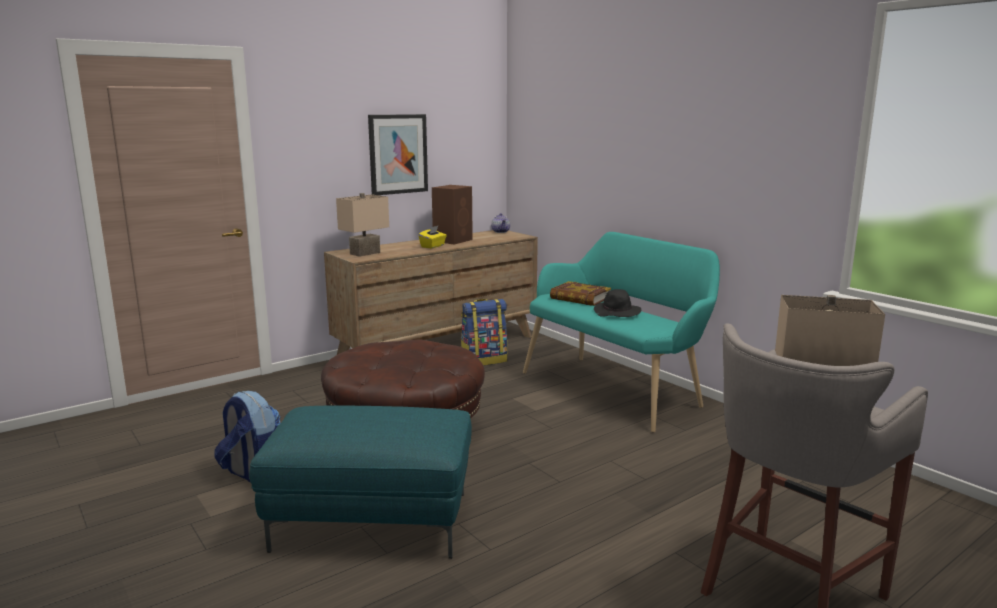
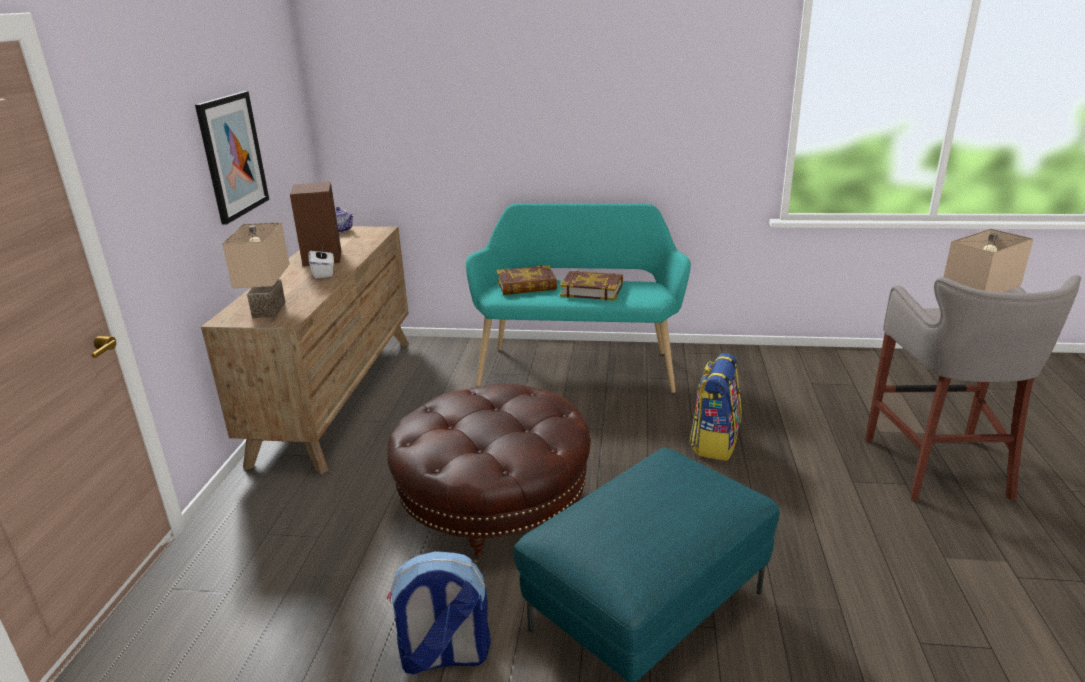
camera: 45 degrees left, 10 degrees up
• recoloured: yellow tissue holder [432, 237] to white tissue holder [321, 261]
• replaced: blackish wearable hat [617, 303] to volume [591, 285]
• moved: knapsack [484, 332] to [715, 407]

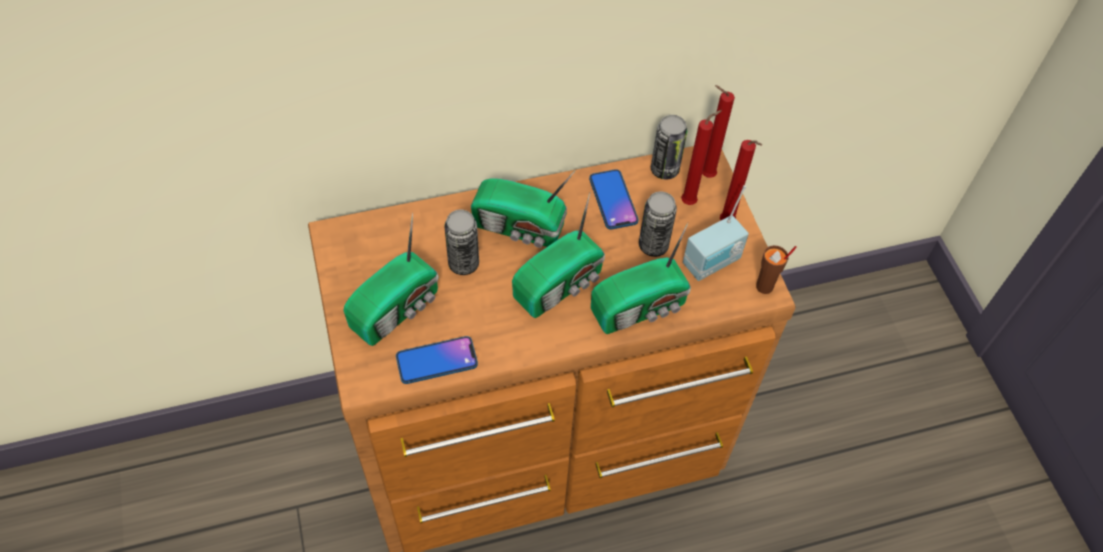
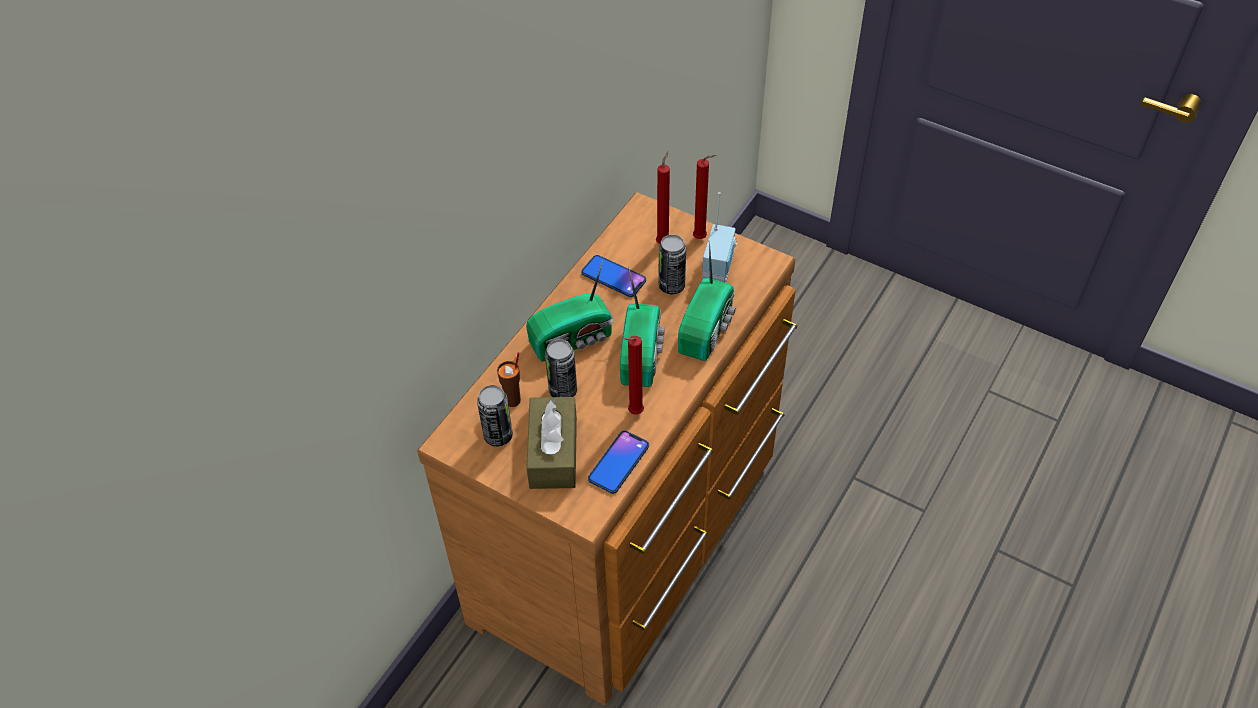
camera: 40 degrees left, 5 degrees down
• moved: can [669, 147] to [495, 416]
• moved: brown-coloured cup [776, 269] to [509, 379]
• replaced: radio set [390, 279] to brown-coloured tissue holder [551, 443]
• moved: red wax candle [718, 131] to [633, 375]

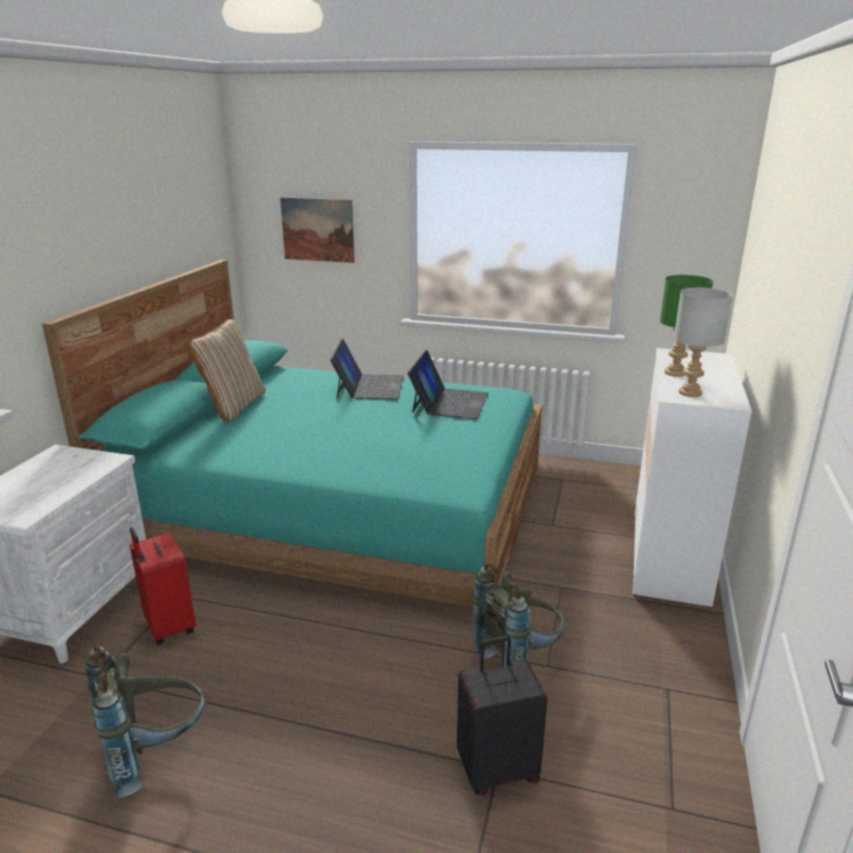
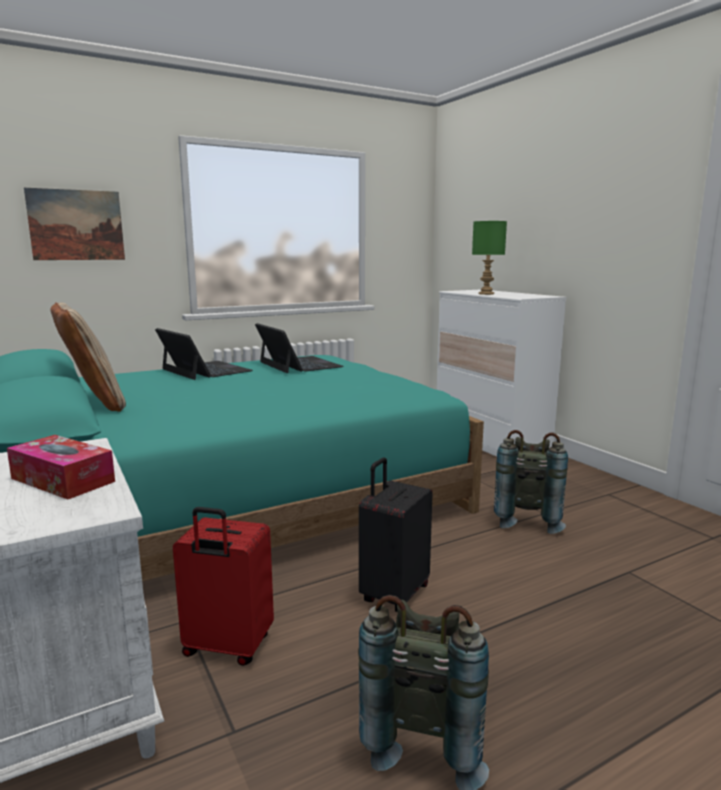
camera: 45 degrees left, 10 degrees down
• added: tissue holder [61, 467]
• moved: blackish suitcase [502, 715] to [396, 534]
• removed: greyish tabletop lamp [703, 342]

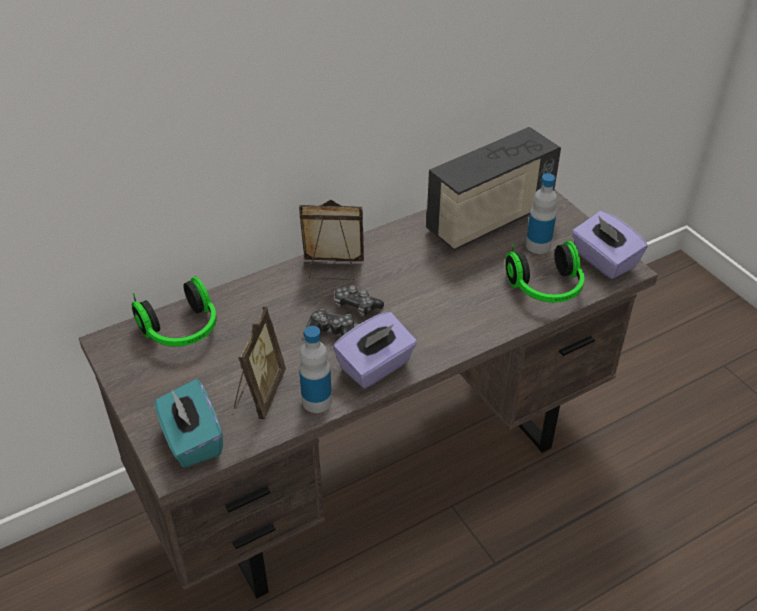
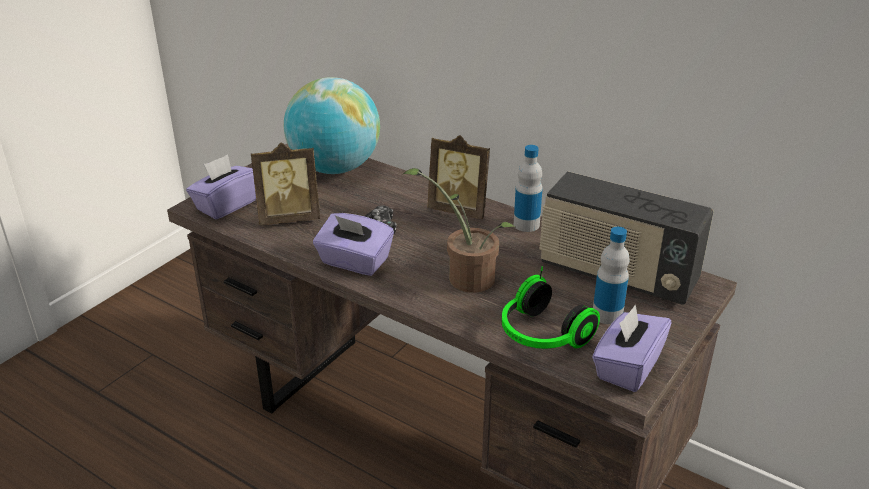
camera: 65 degrees right, 10 degrees down
• recoloured: turquoise-coloured tissue holder [189, 423] to purple tissue holder [221, 186]
• replaced: headphones [174, 311] to world globe [332, 125]
• added: potted plant [458, 230]
• turned: picture frame [331, 240] = [458, 177] 135 degrees clockwise
• moved: bottle [315, 369] to [528, 188]
• removed: gamepad [359, 301]

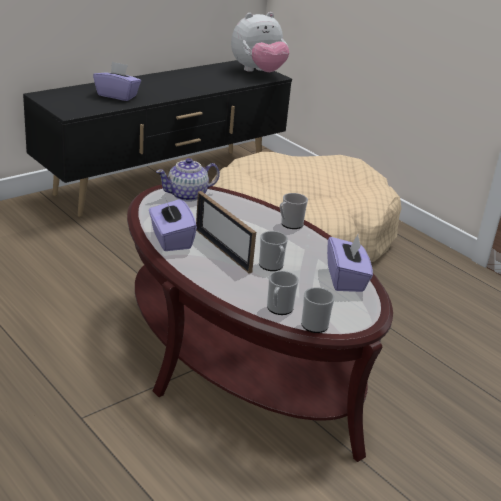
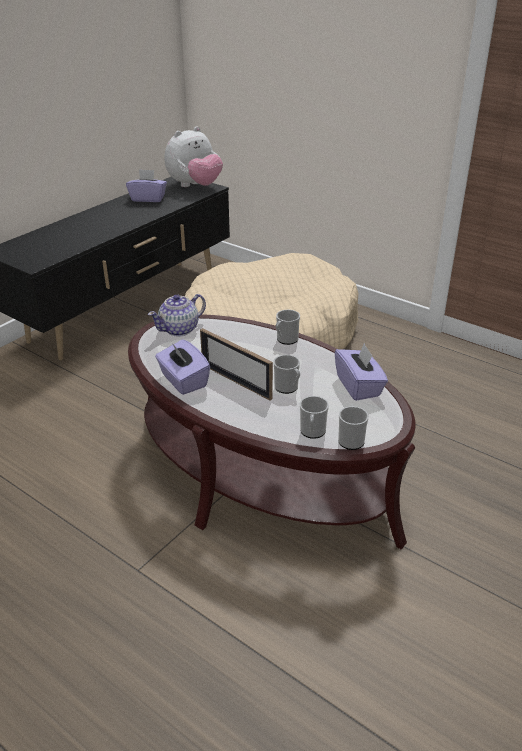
camera: 10 degrees left, 5 degrees up
• moved: purple tissue holder [117, 81] to [146, 185]

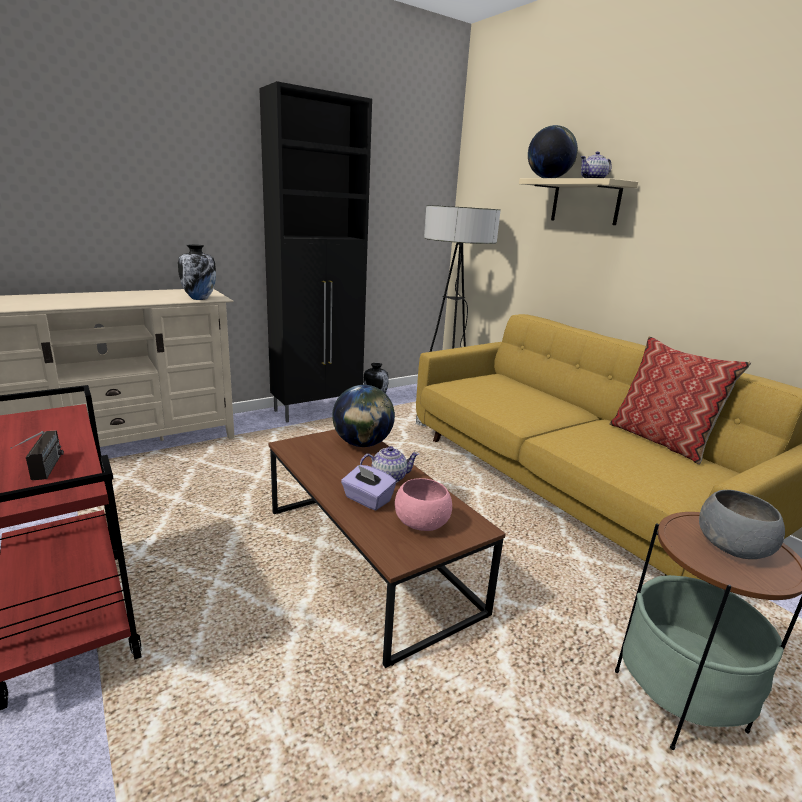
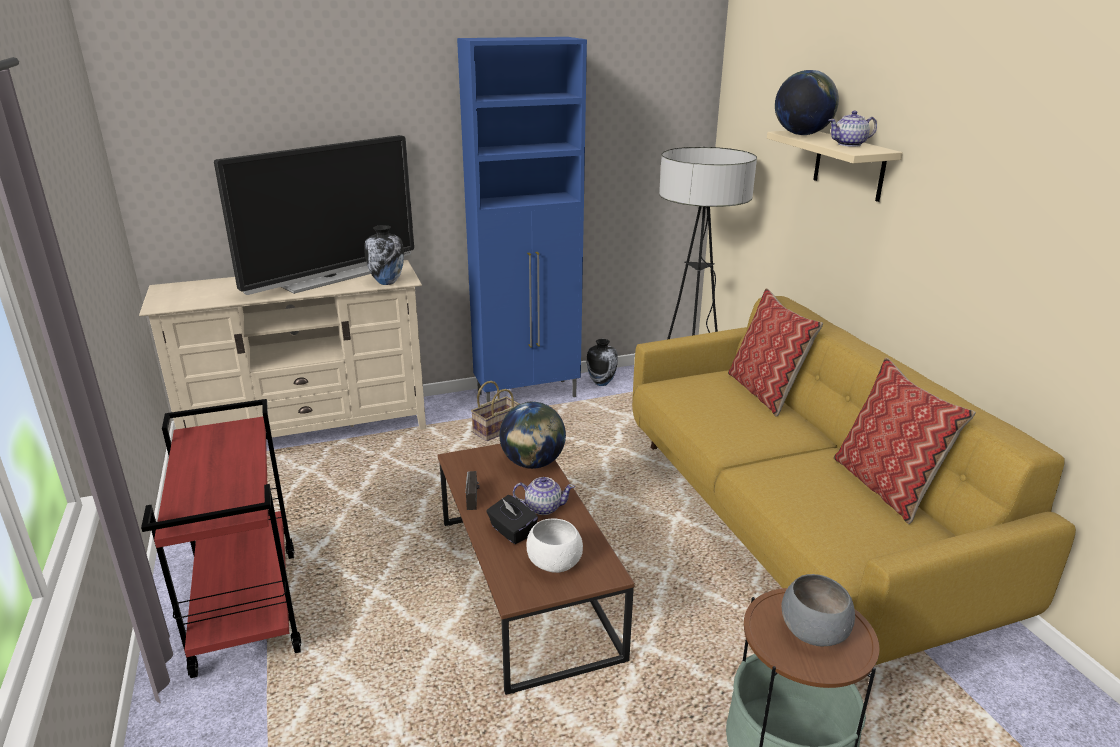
camera: 15 degrees right, 5 degrees up
• added: TV set [314, 215]
• recoloured: blackish storage cabinet [315, 252] to blue storage cabinet [522, 219]
• moved: radio set [37, 455] to [472, 490]
• added: household basket [495, 411]
• recoloured: purple tissue holder [368, 487] to blackish tissue holder [512, 519]
• recoloured: pink serving bowl [423, 504] to white serving bowl [555, 545]
• added: throw pillow [775, 352]

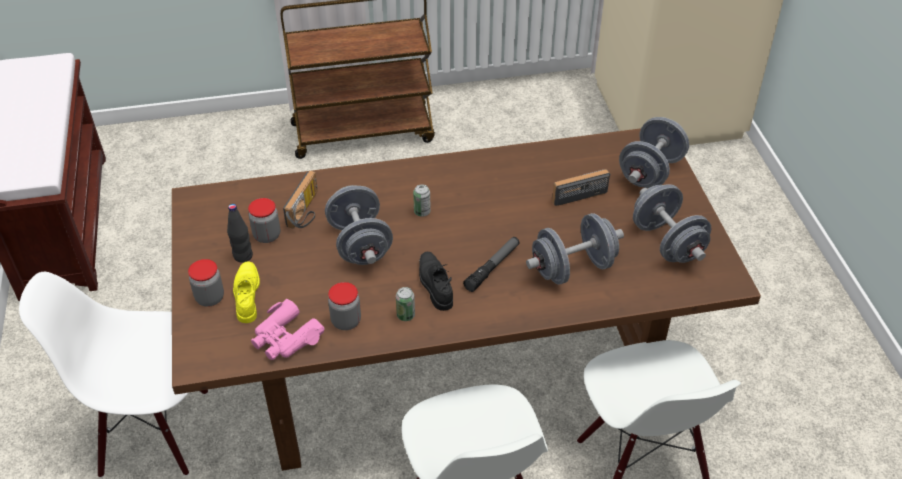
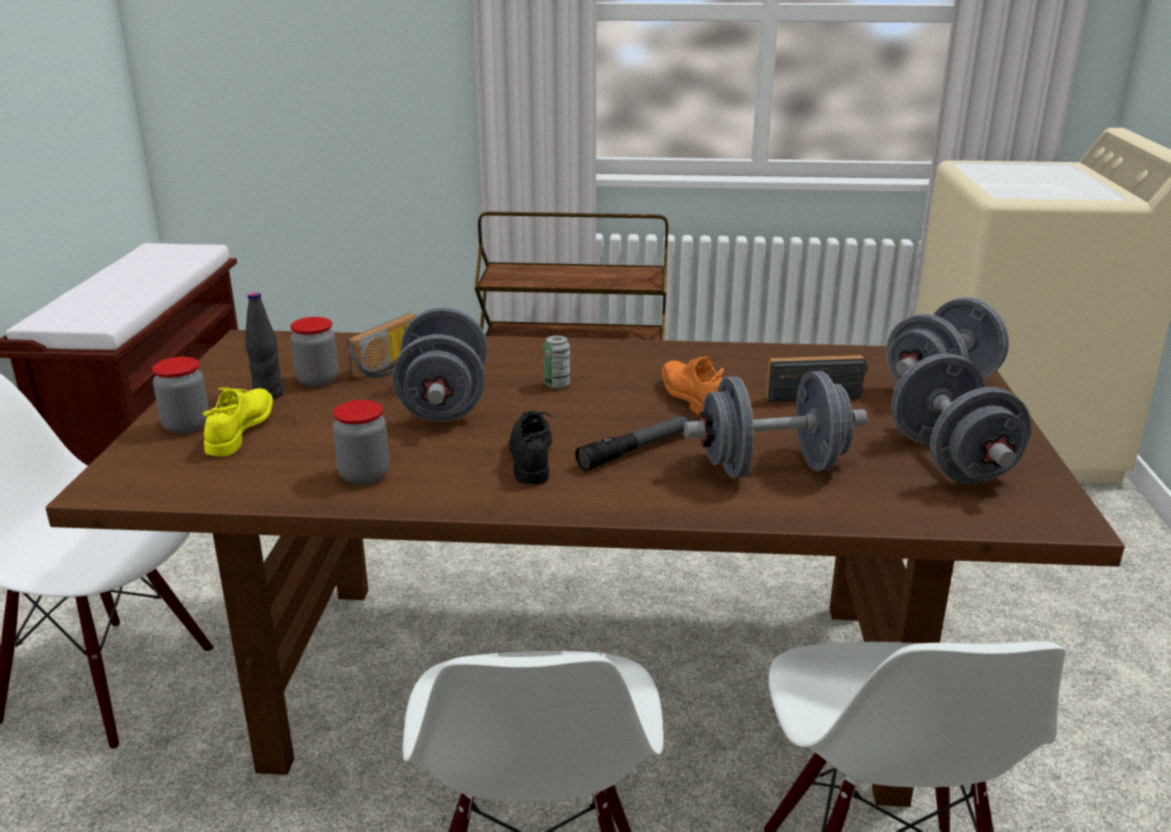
camera: 15 degrees right, 20 degrees down
• added: orange-coloured low shoe [692, 385]
• removed: pink binoculars [288, 329]
• removed: can [405, 304]

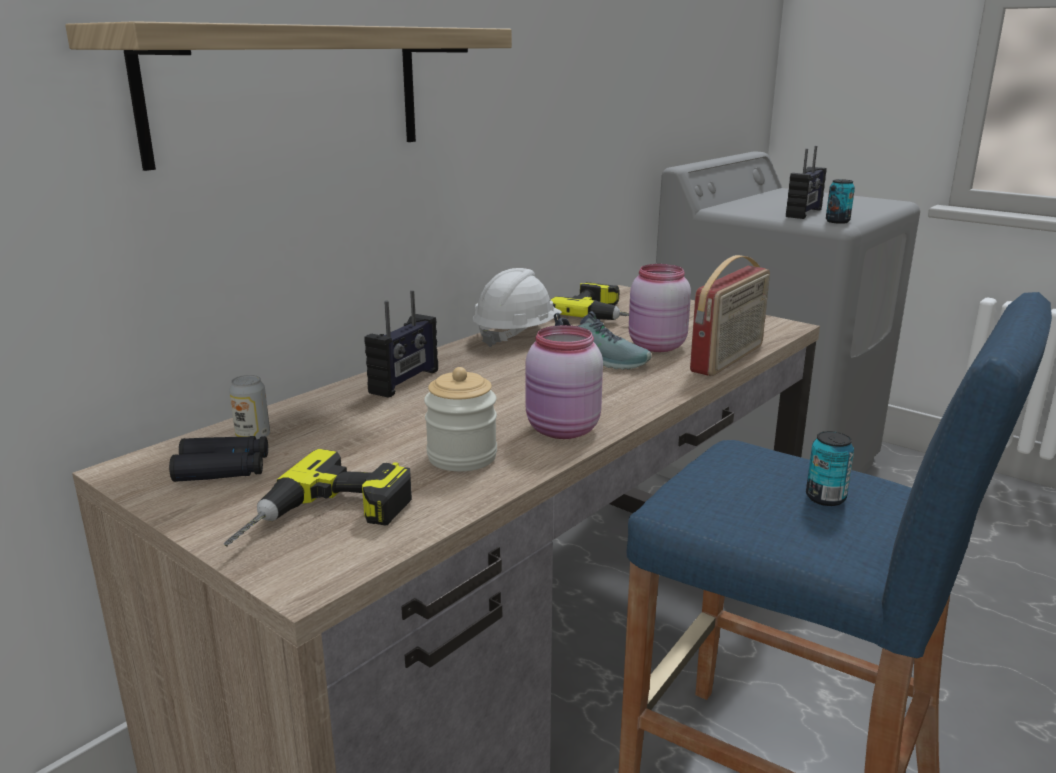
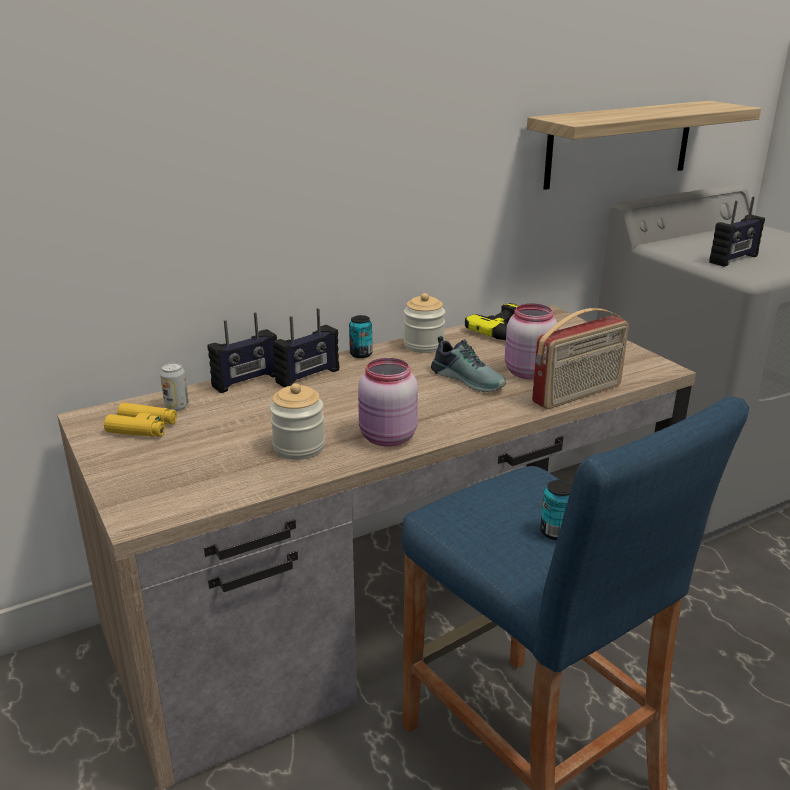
camera: 20 degrees right, 5 degrees up
• recoloured: blackish binoculars [218, 459] to yellow binoculars [140, 420]
• added: radio set [242, 353]
• moved: can [840, 201] to [360, 336]
• replaced: white work helmet [517, 307] to preserve jar [424, 323]
• moved: shelf [288, 96] to [644, 145]
• removed: power drill [317, 498]

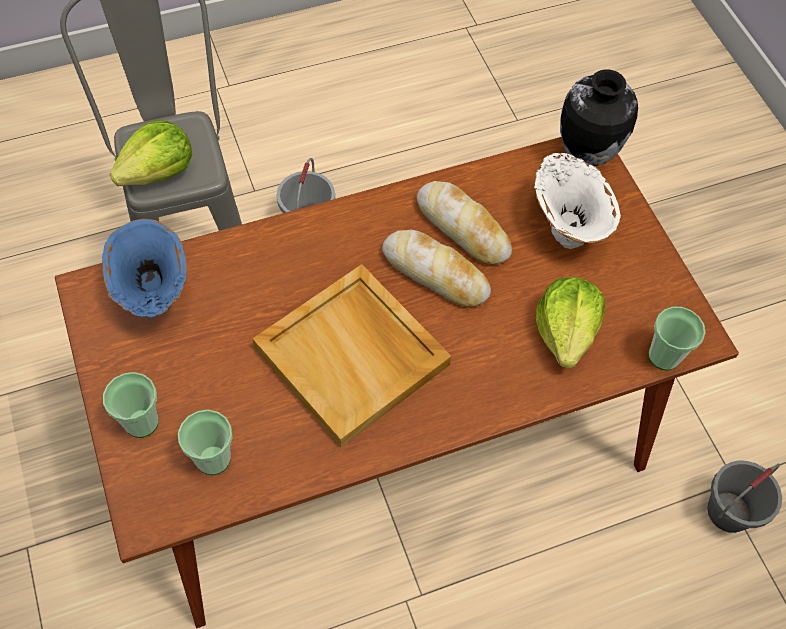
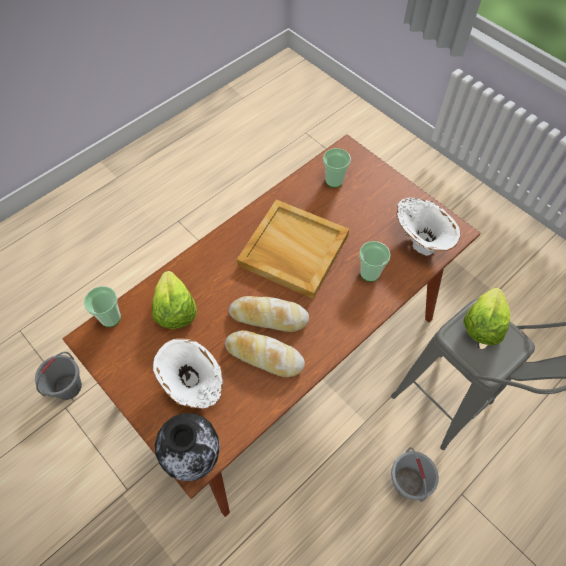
camera: 160 degrees right, 0 degrees up
• moved: cup [131, 405] to [374, 261]
• recoloured: blue flower vase [144, 268] to white flower vase [428, 226]

